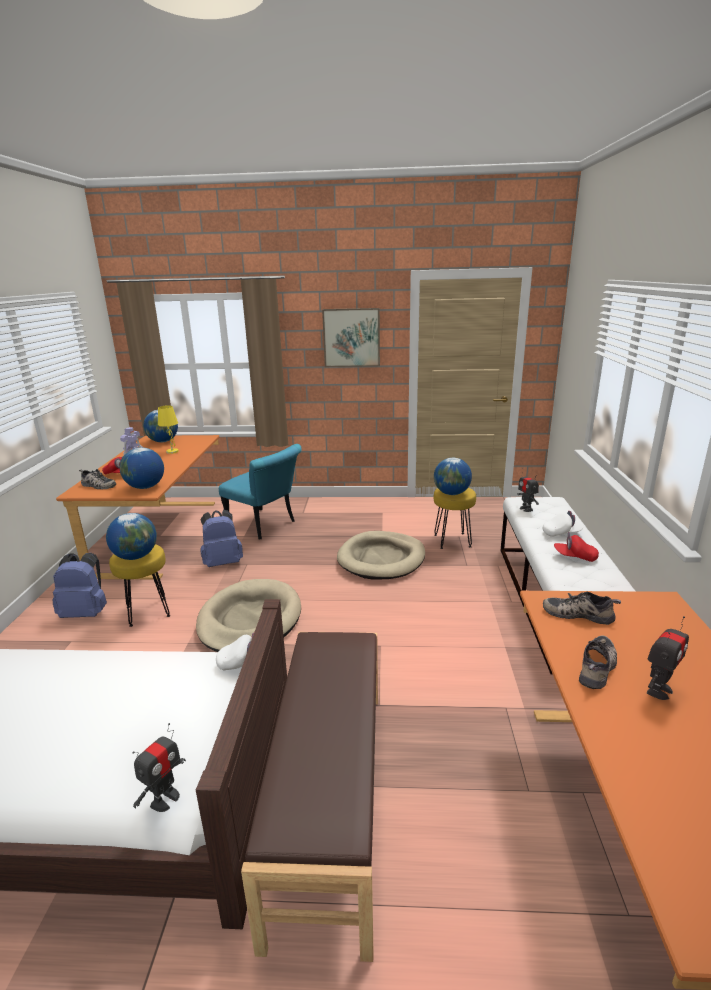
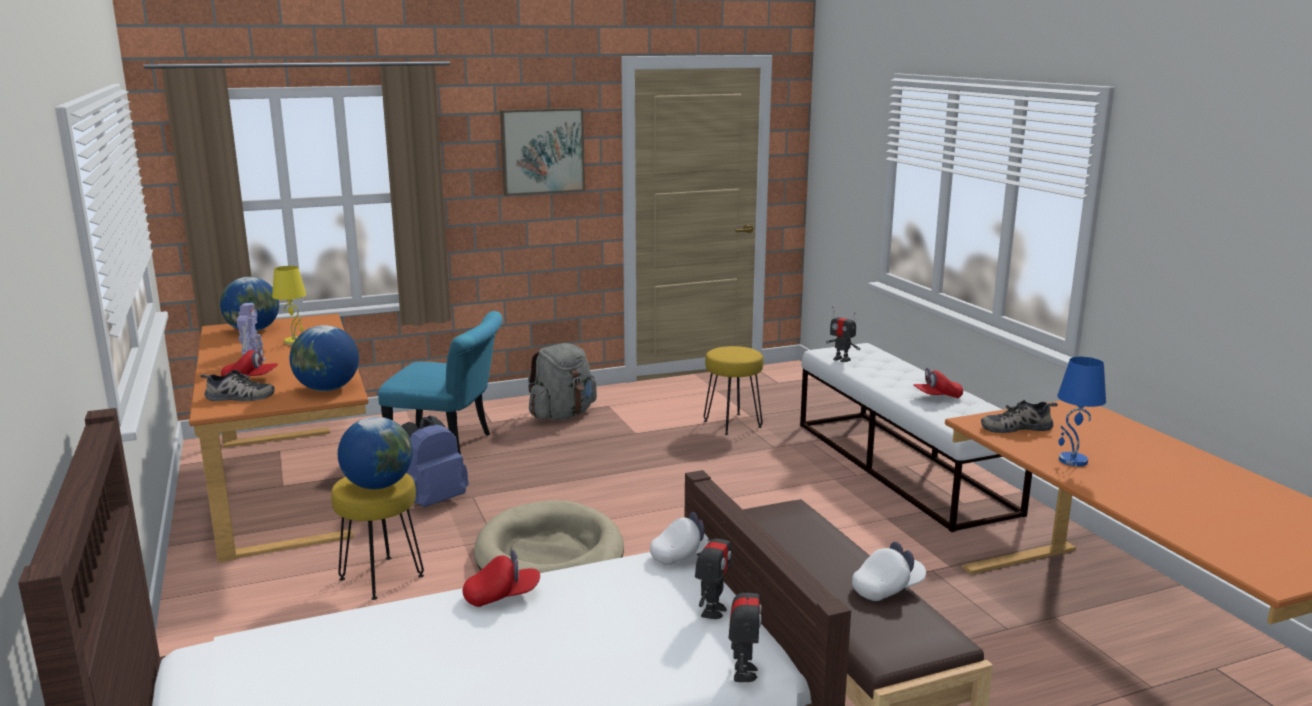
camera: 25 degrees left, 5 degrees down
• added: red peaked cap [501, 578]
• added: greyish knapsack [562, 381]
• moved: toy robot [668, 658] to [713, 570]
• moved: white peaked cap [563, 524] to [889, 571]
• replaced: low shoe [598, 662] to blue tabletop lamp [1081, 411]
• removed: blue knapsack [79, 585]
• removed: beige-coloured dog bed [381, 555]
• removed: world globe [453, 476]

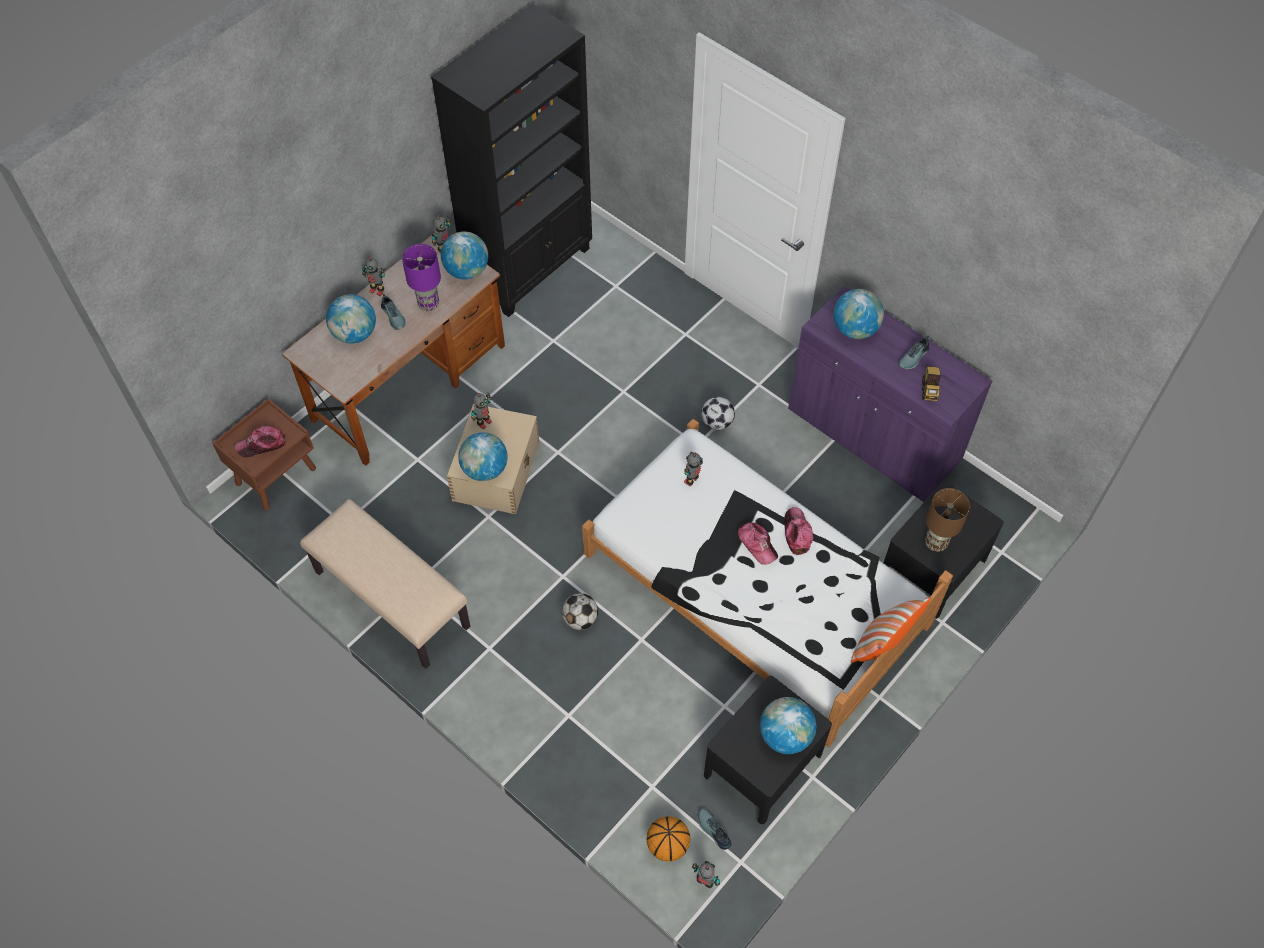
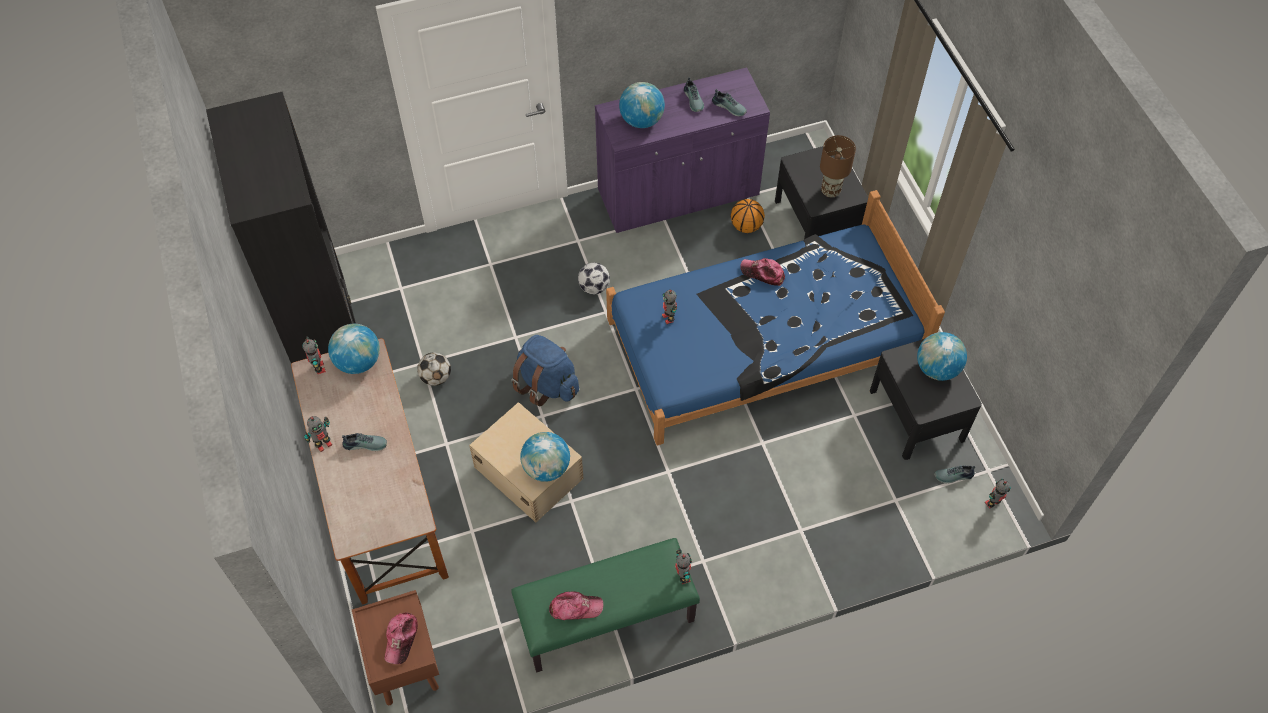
camera: 60 degrees left, 0 degrees up
• moved: ball for football [580, 611] to [434, 369]
• added: blue knapsack [545, 370]
• recoloured: beige-coloured long seat [385, 584] to greenish long seat [605, 605]
• moved: peaked cap [758, 543] to [576, 605]
• recoloured: white bedroom bed [767, 583] to blue bedroom bed [775, 318]
• moved: toy robot [481, 411] to [683, 566]
• replaced: toy lorry [931, 383] to low shoe [729, 102]
• moved: ball for basketball [668, 839] to [748, 216]
• removed: world globe [351, 319]
• removed: purple tabletop lamp [421, 277]
• removed: throw pillow [891, 630]

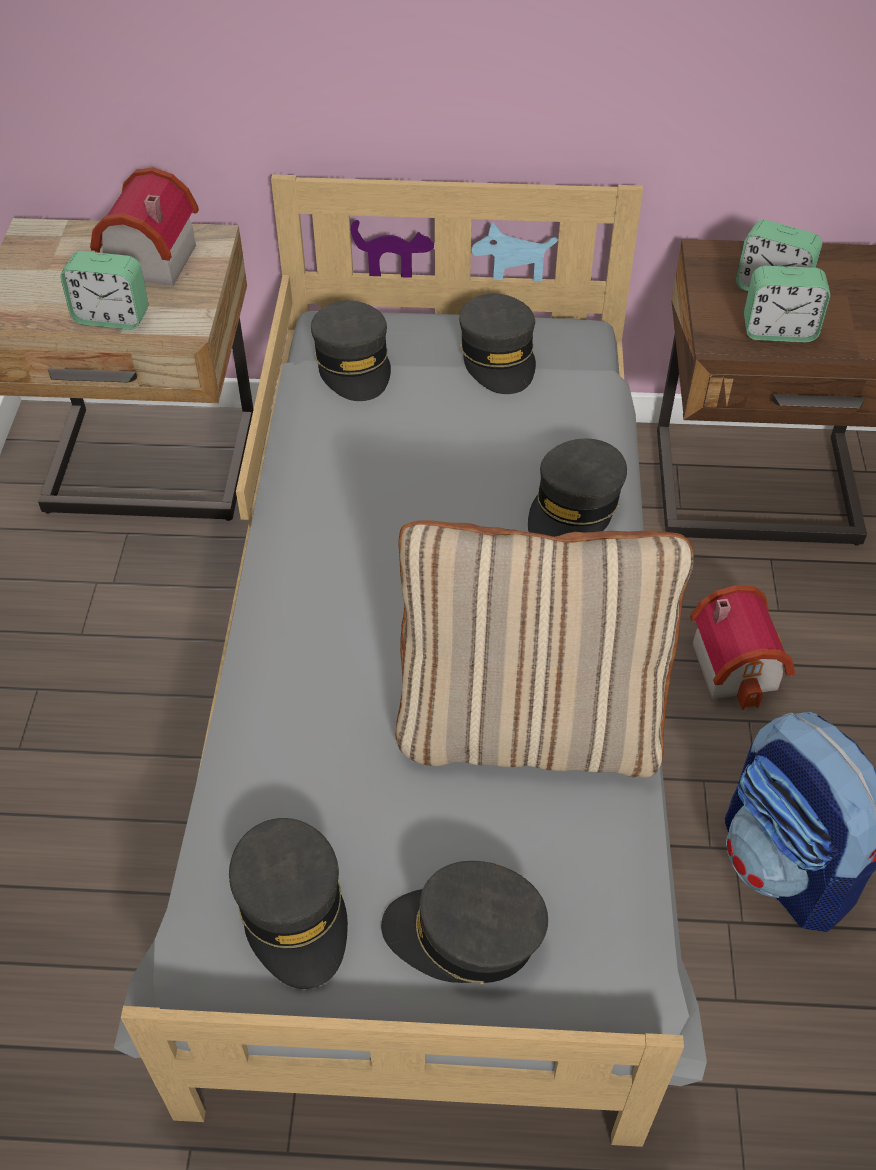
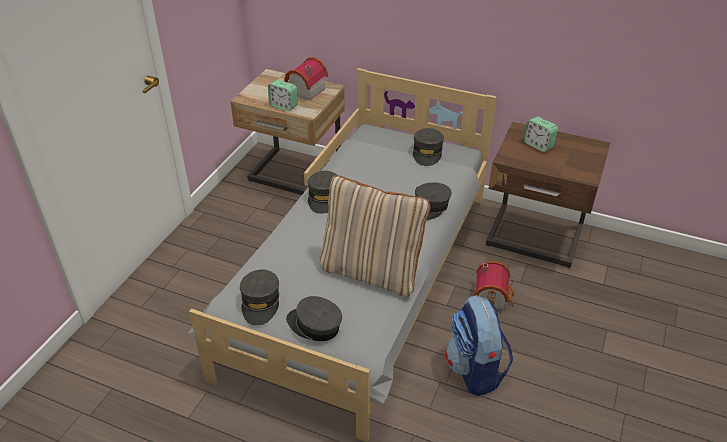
camera: 20 degrees right, 10 degrees down
• moved: greyish peaked cap [351, 350] to [322, 192]
• removed: table clock [787, 304]

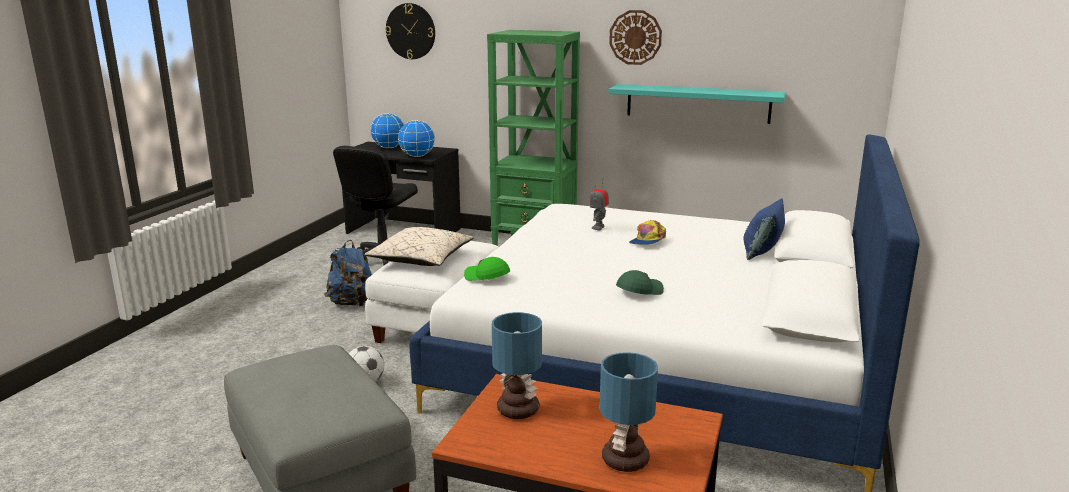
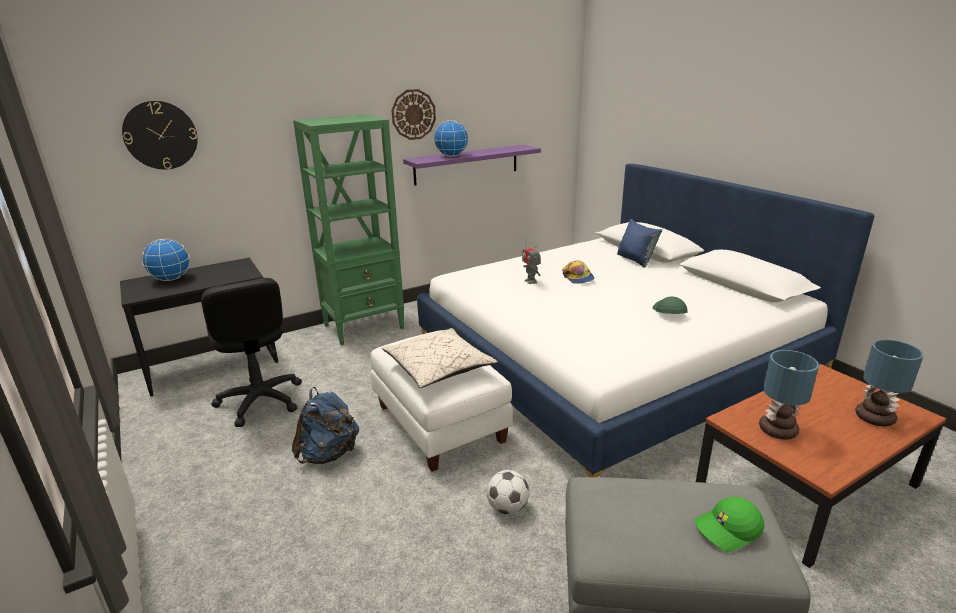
camera: 50 degrees left, 5 degrees up
• recoloured: turquoise-coloured shelf [697, 104] to purple shelf [472, 165]
• moved: world globe [416, 138] to [451, 138]
• moved: greenish peaked cap [487, 269] to [729, 524]

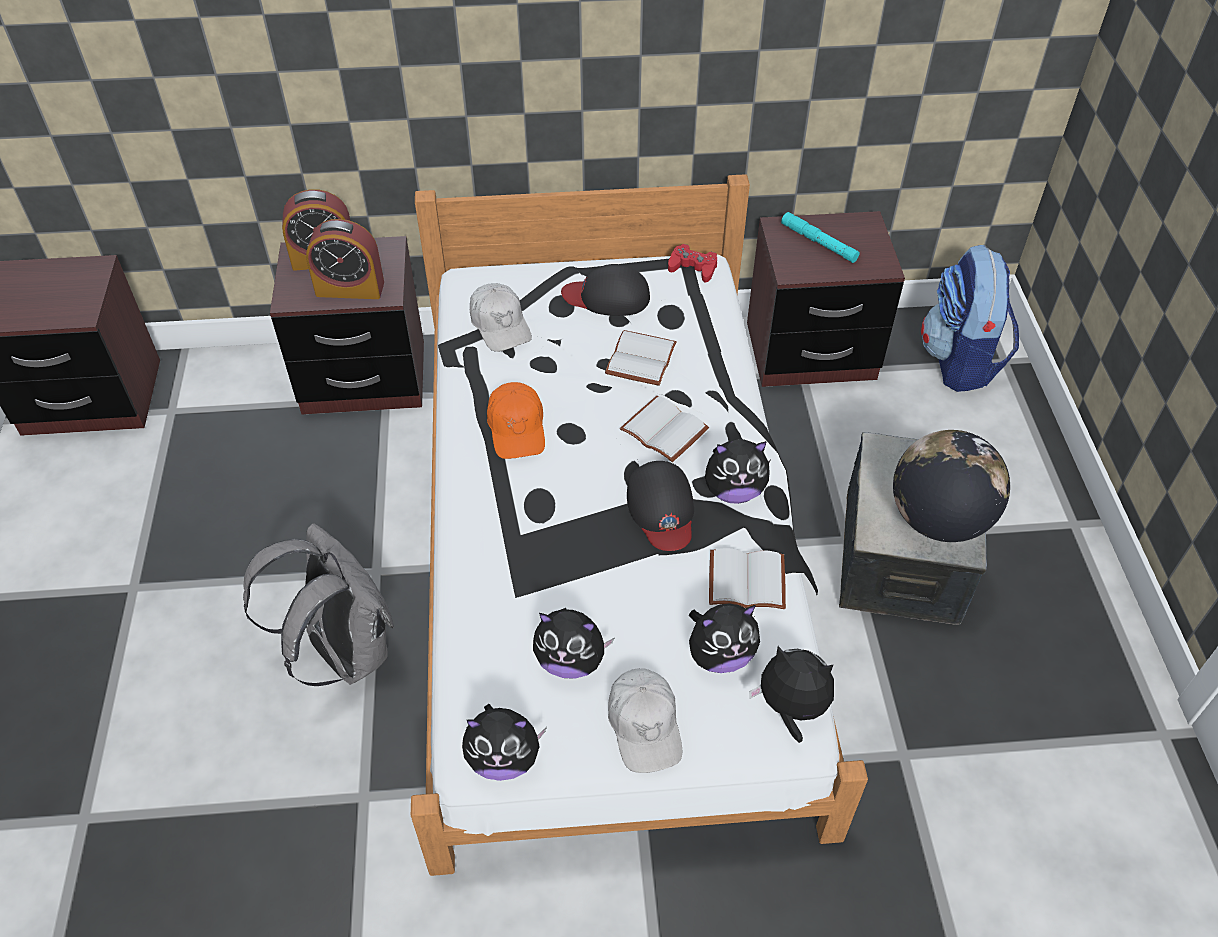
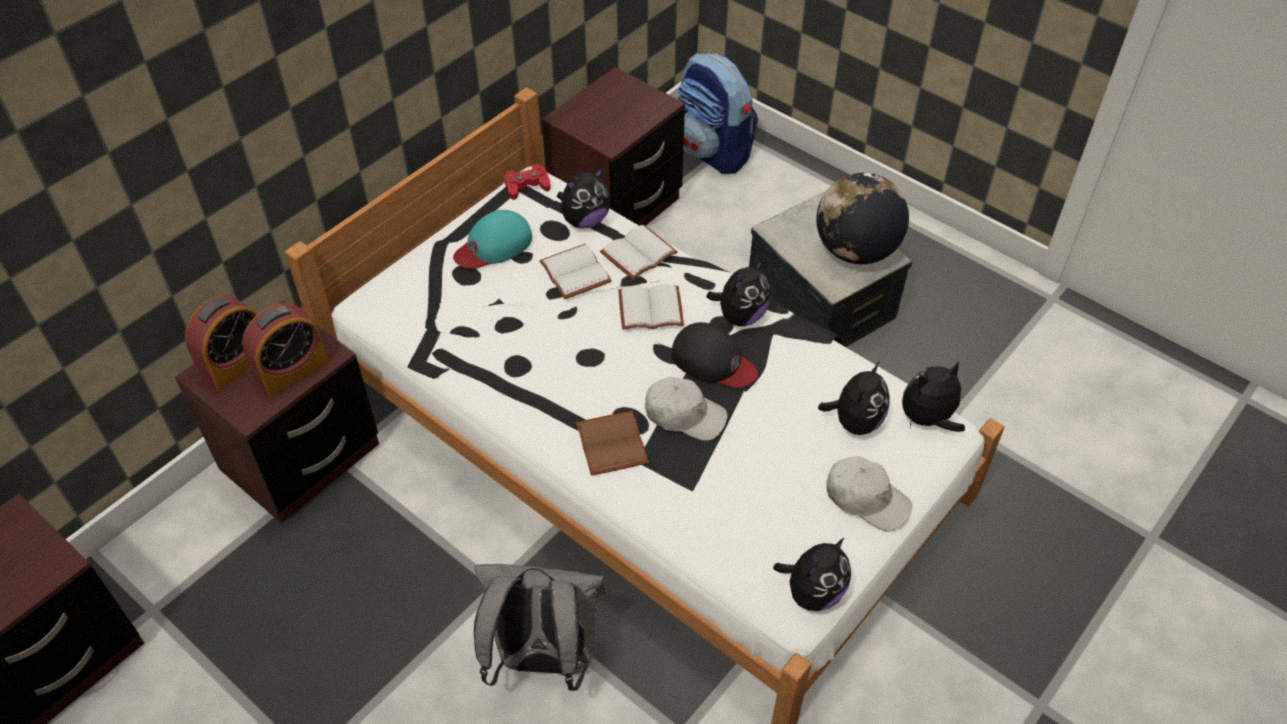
camera: 45 degrees left, 0 degrees up
• recoloured: blackish peaked cap [605, 290] to turquoise-coloured peaked cap [492, 239]
• moved: soft toy [574, 643] to [584, 198]
• added: brown-coloured volume [612, 443]
• moved: white volume [747, 578] to [639, 252]
• moved: white peaked cap [501, 317] to [686, 409]
• removed: orange-coloured peaked cap [516, 420]
• removed: turquoise-coloured torch [820, 237]

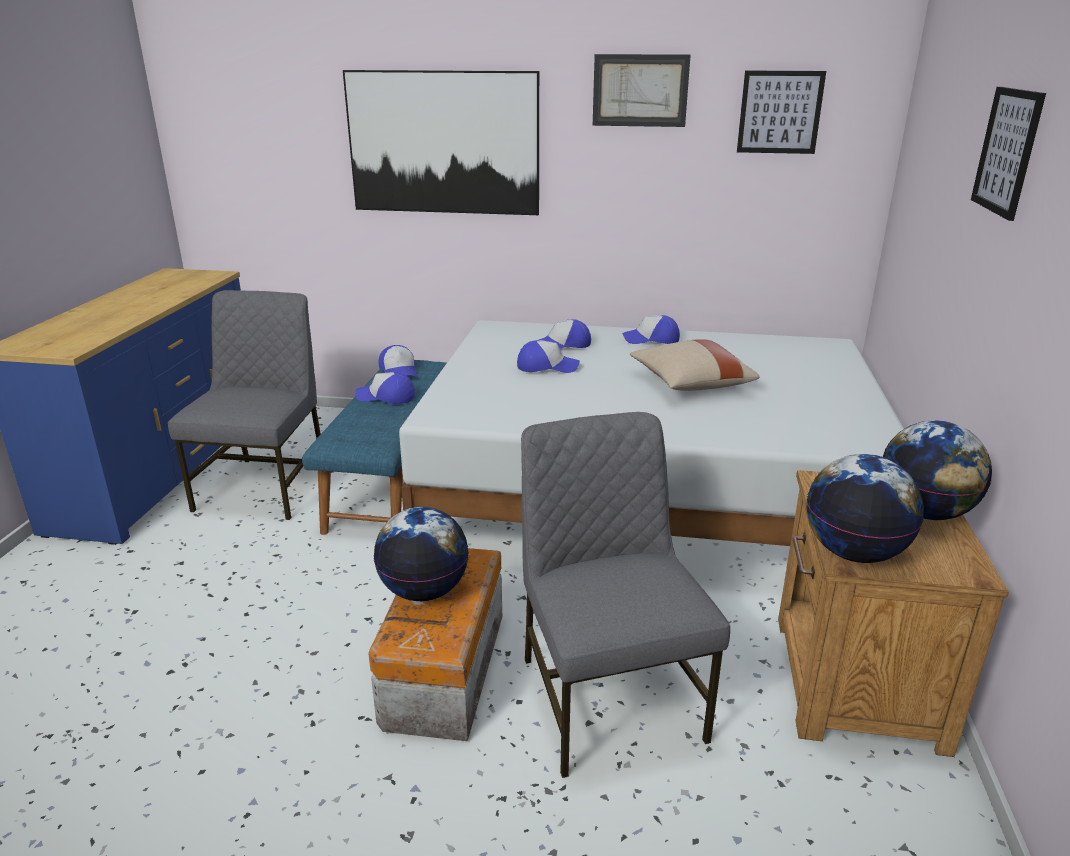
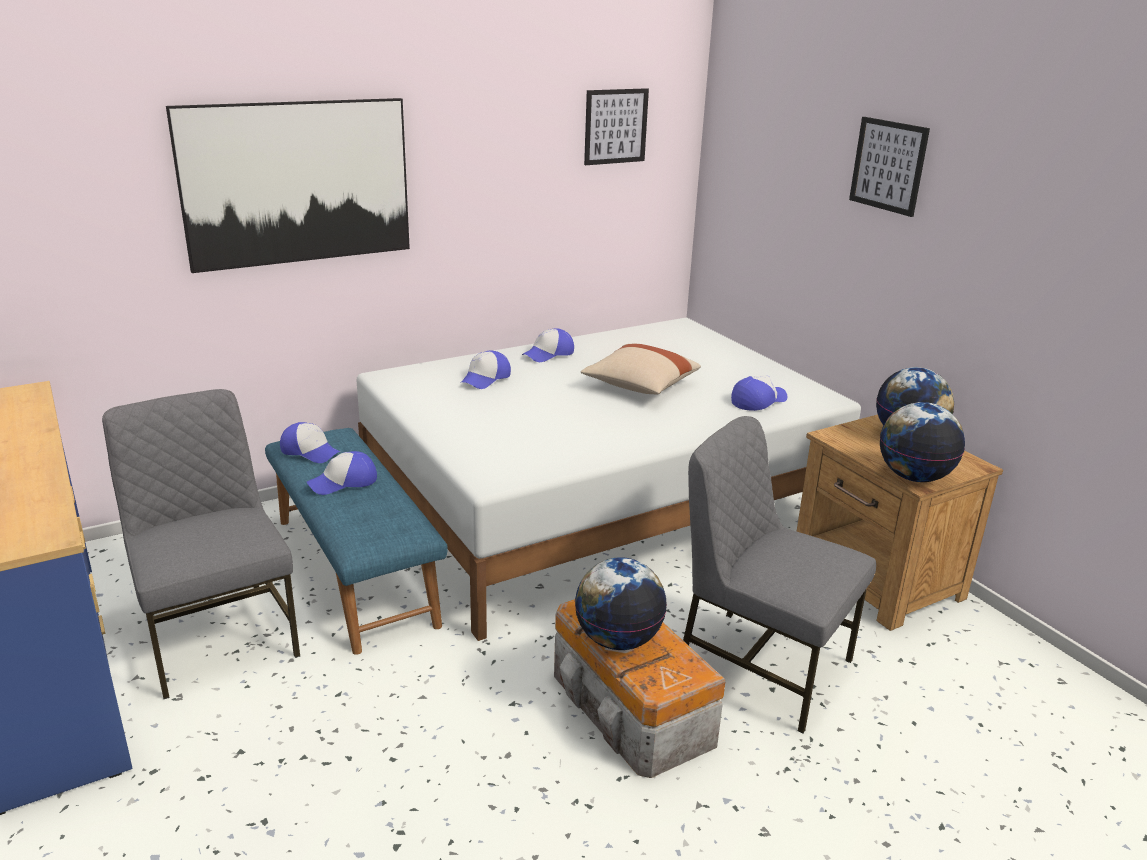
camera: 40 degrees left, 0 degrees up
• moved: peaked cap [548, 356] to [759, 393]
• removed: picture [642, 90]

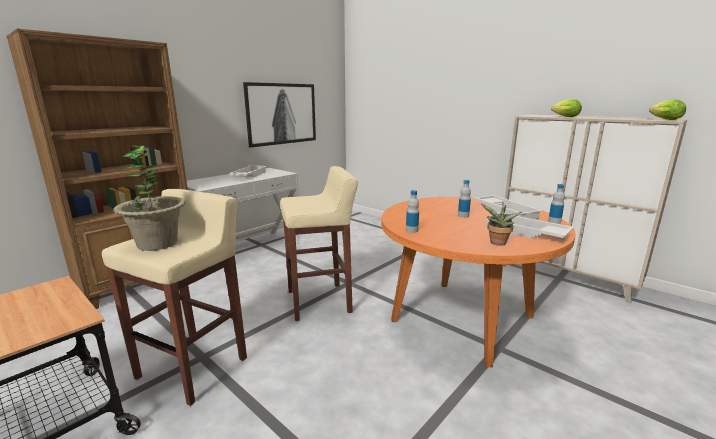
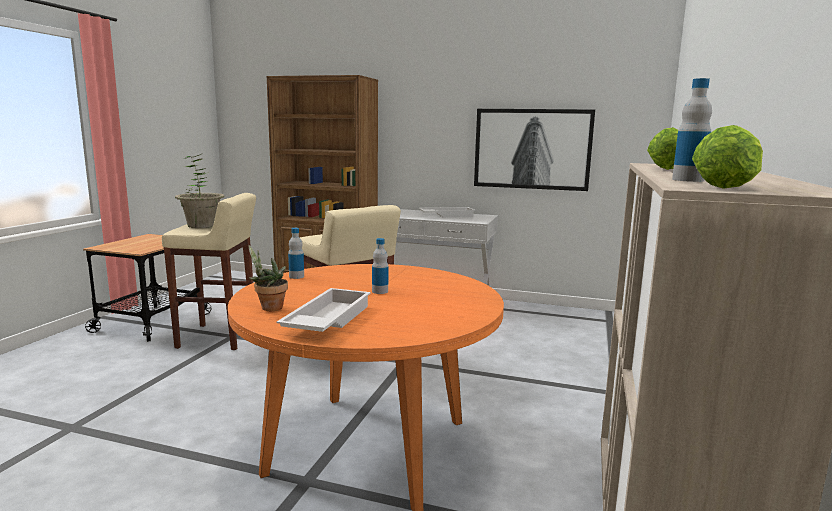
camera: 65 degrees right, 5 degrees down
• moved: bottle [556, 204] to [692, 130]
• removed: white tray [508, 207]

